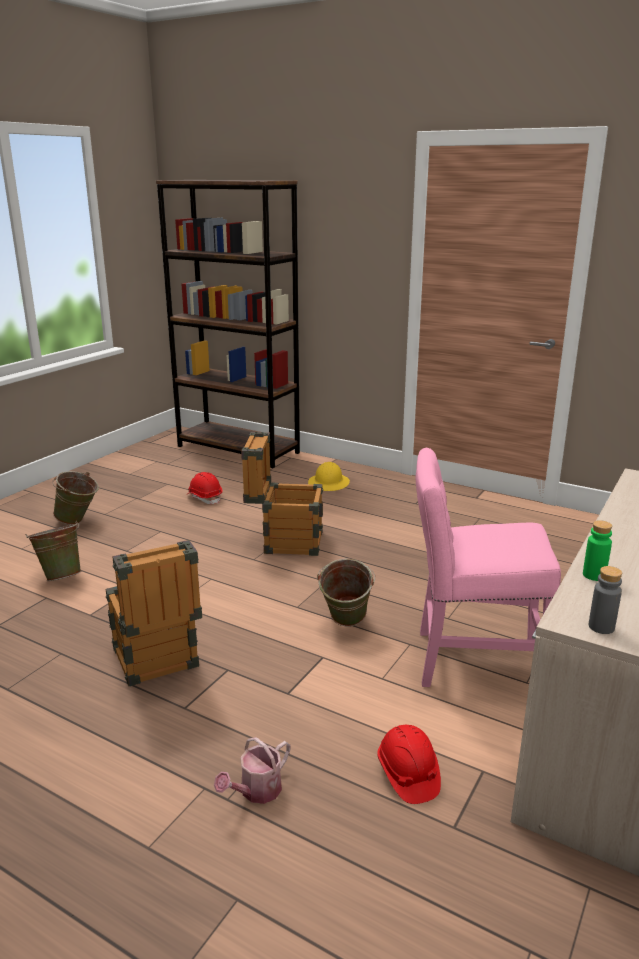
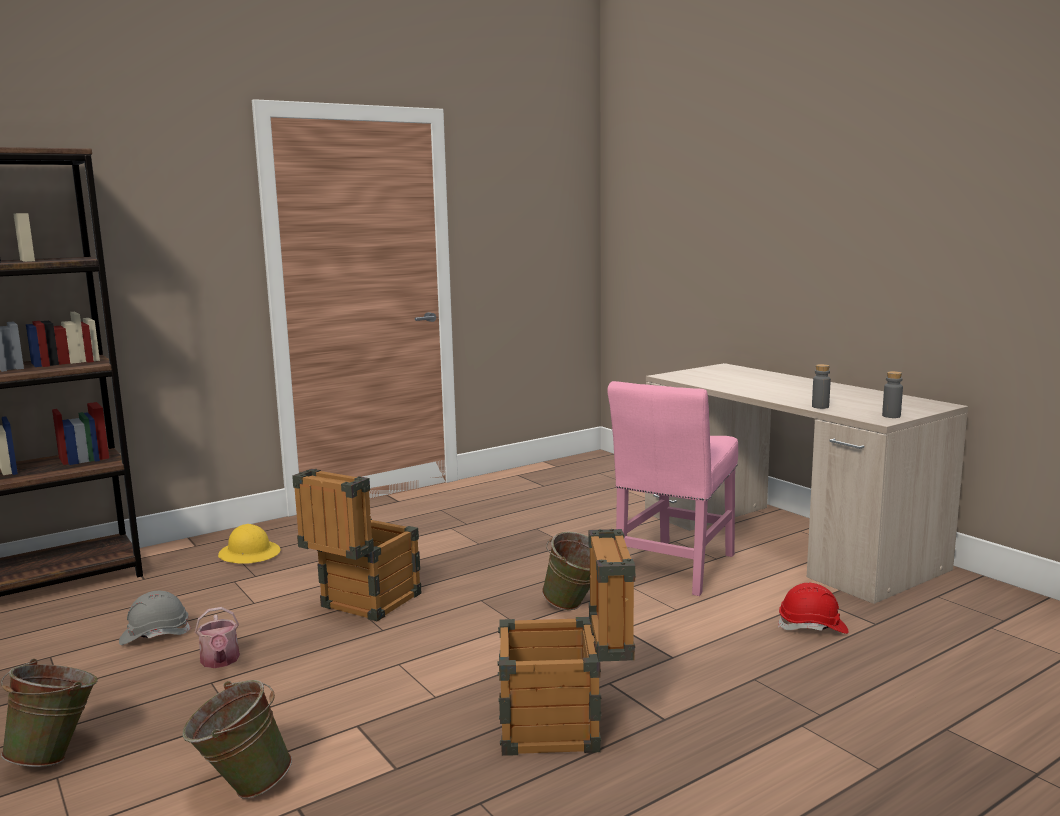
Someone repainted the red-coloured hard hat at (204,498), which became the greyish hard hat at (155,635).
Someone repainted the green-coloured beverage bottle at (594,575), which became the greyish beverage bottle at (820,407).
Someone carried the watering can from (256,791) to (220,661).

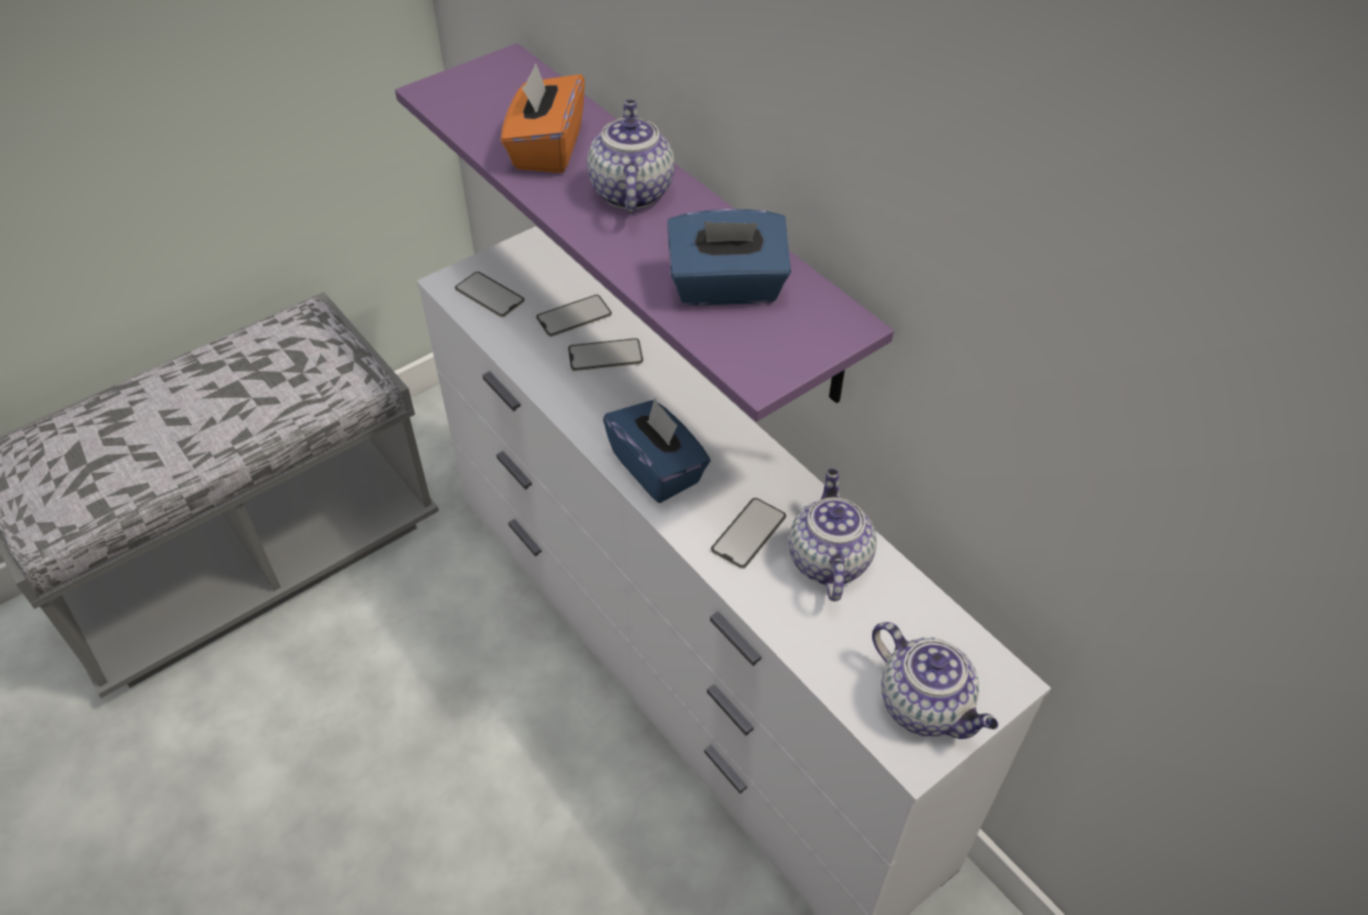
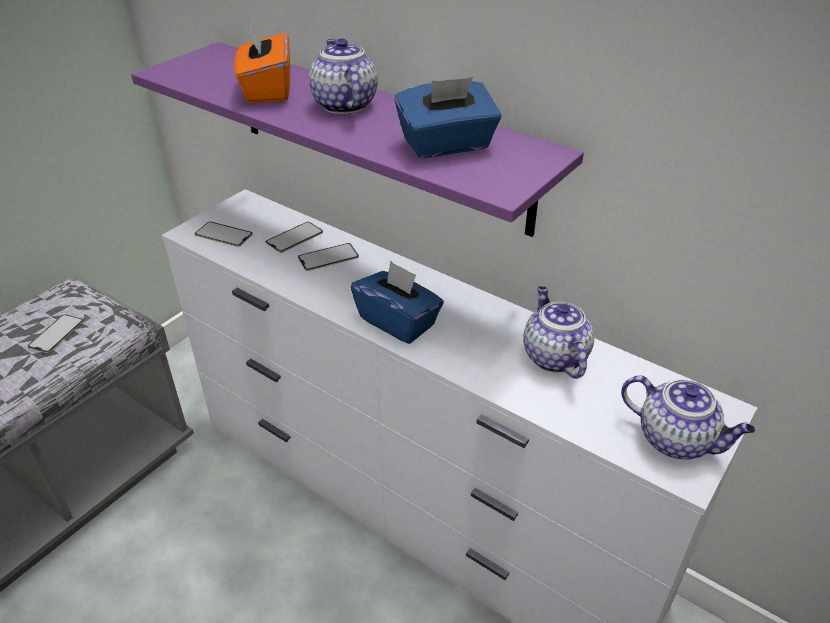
Someone carried the phone from (748,533) to (56,334).

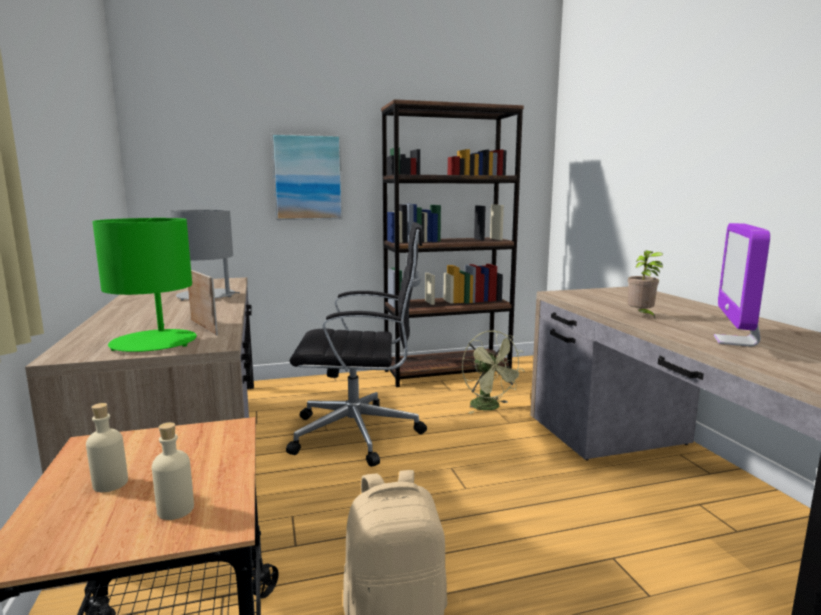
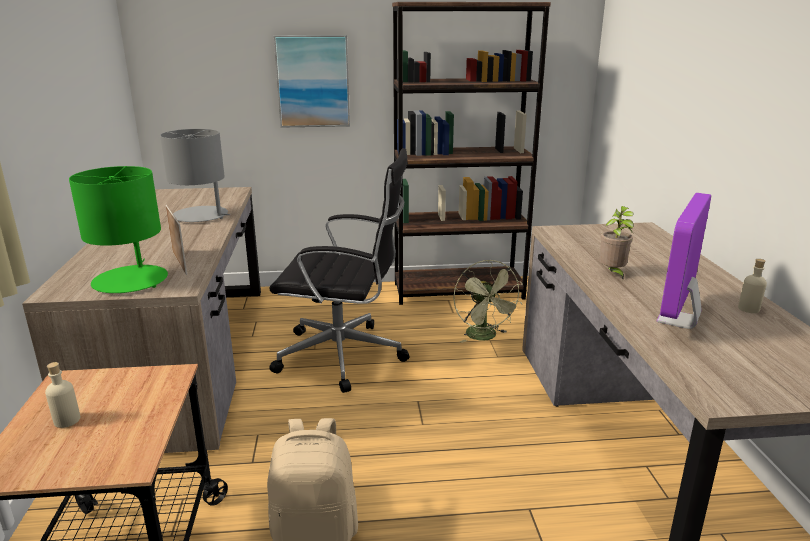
Someone carried the beige beverage bottle from (175,510) to (748,309).

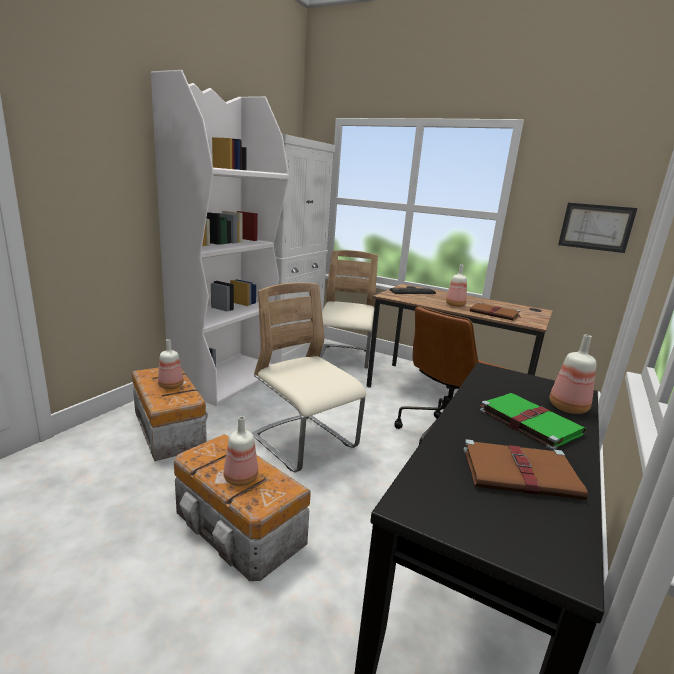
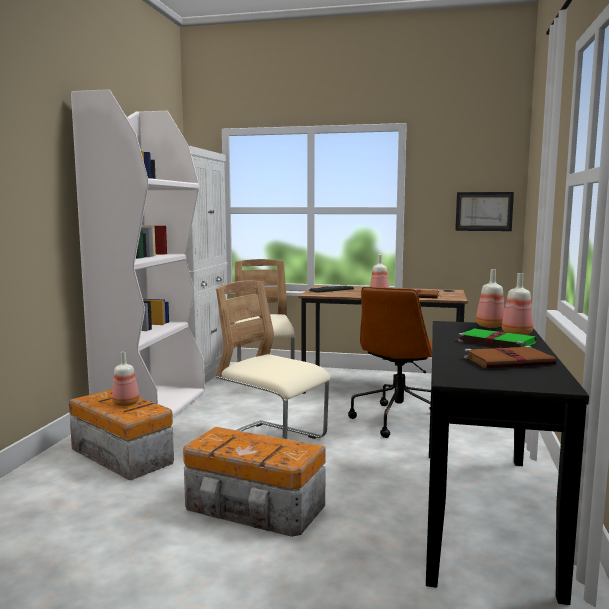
Someone carried the beverage bottle from (239,479) to (489,326).

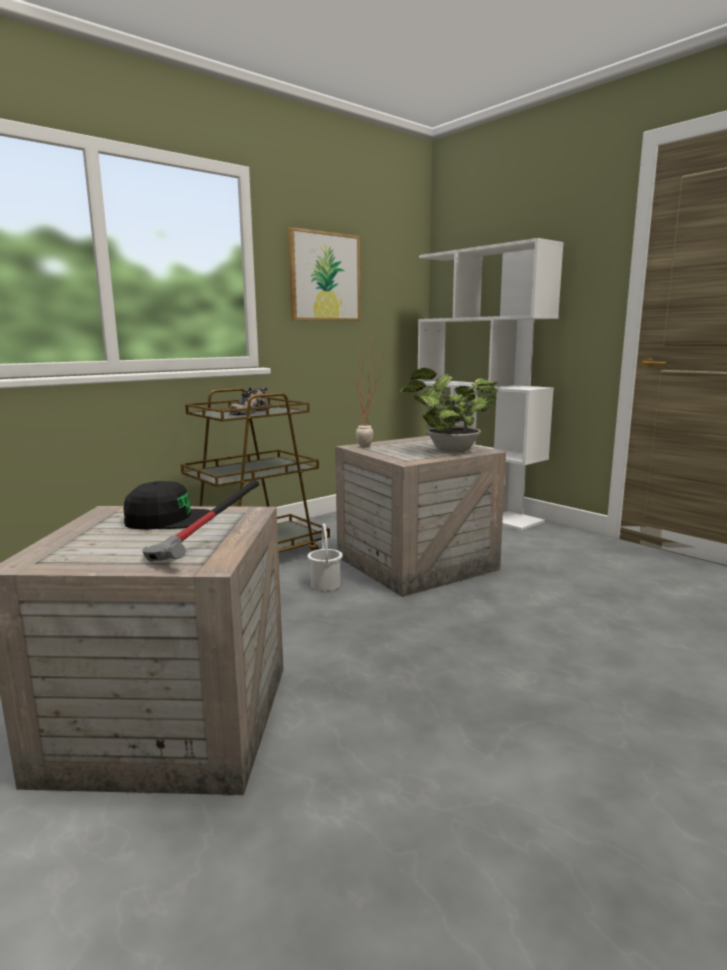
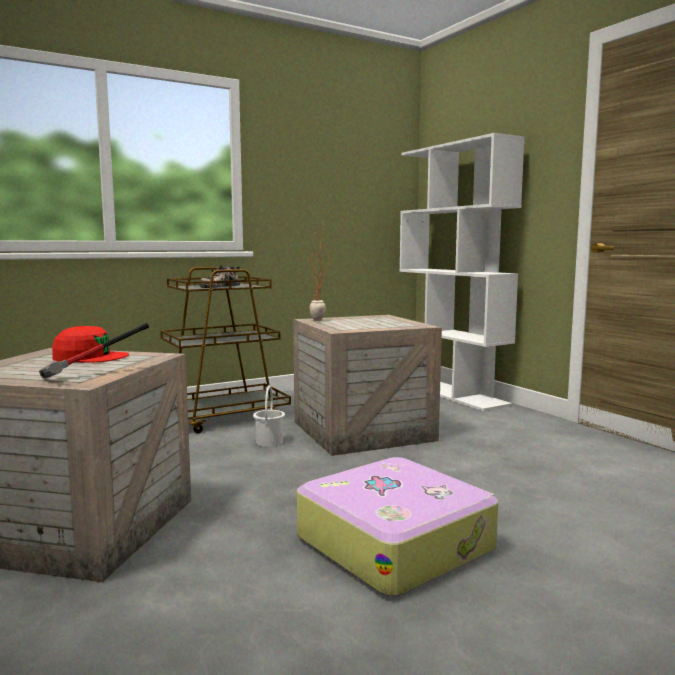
Someone took away the wall art at (324,277).
Someone took away the potted plant at (448,451).
Someone repainted the black baseball cap at (168,519), which became the red-coloured baseball cap at (90,357).
Someone put down the suitcase at (395,543).

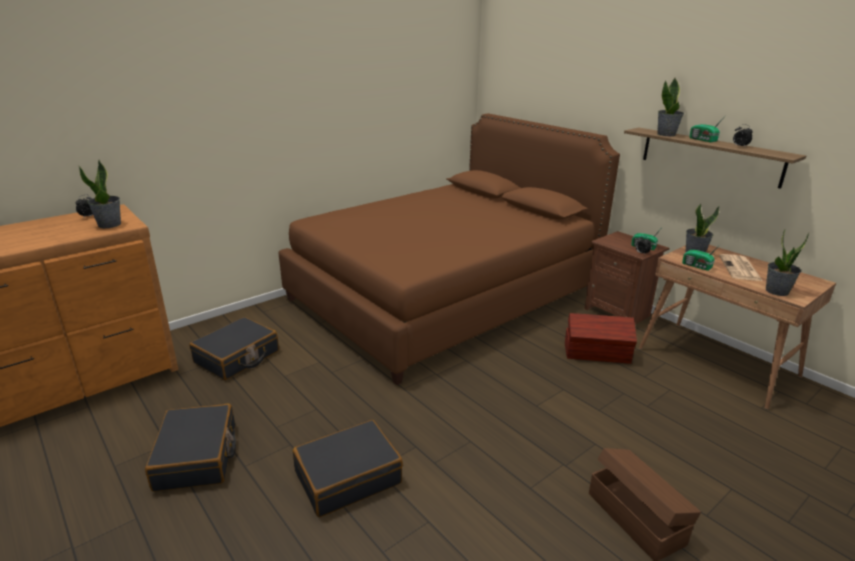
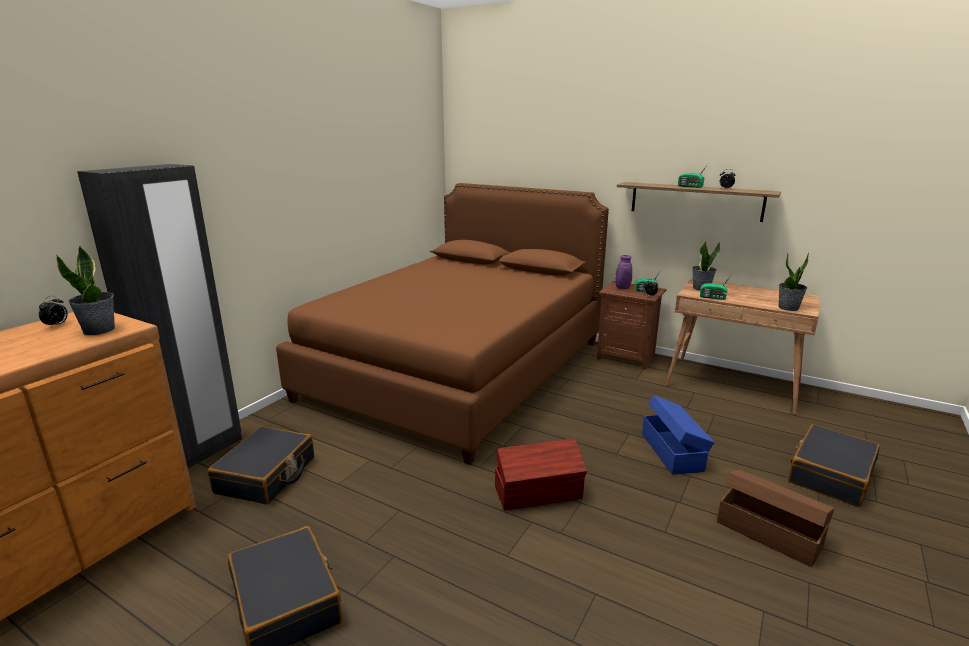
Someone took away the potted plant at (666,134).
Someone took away the daily paper at (740,269).
Someone carried the brownish storage container from (597,354) to (539,493).
Someone carried the black suitcase from (348,477) to (830,475).
Someone put down the black armoire at (199,453).
Someone put down the purplish flower vase at (621,288).
Someone put down the bluish storage container at (672,451).

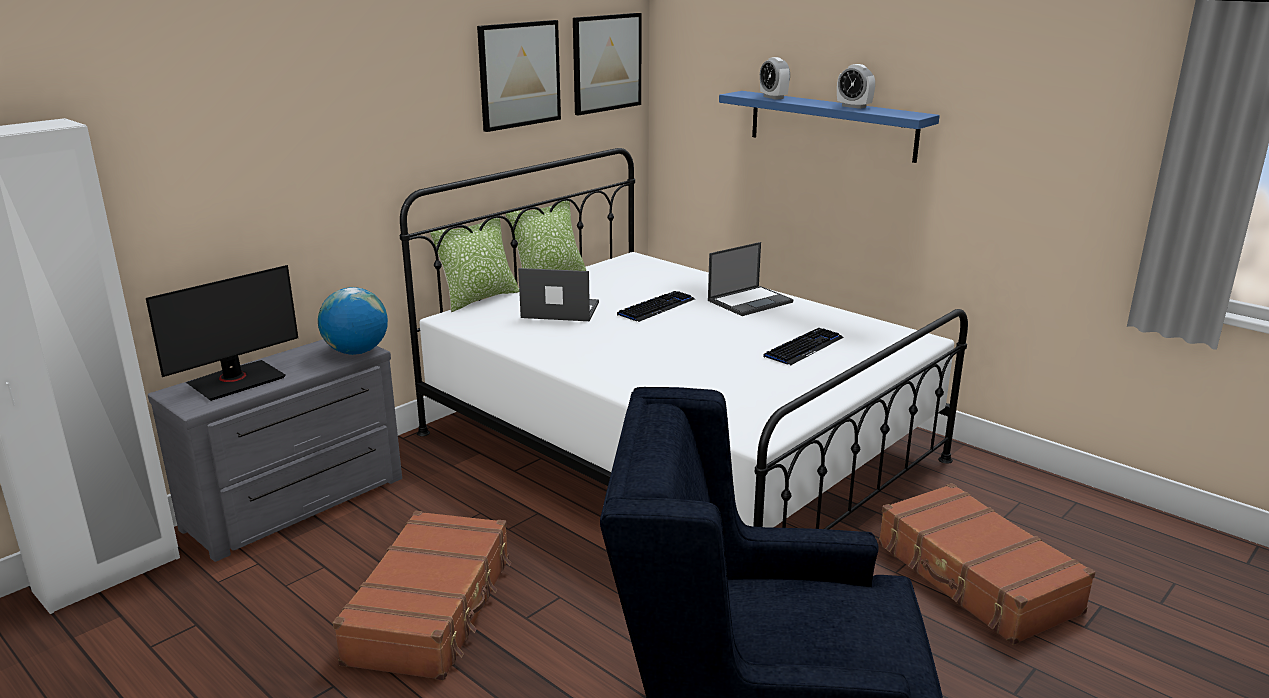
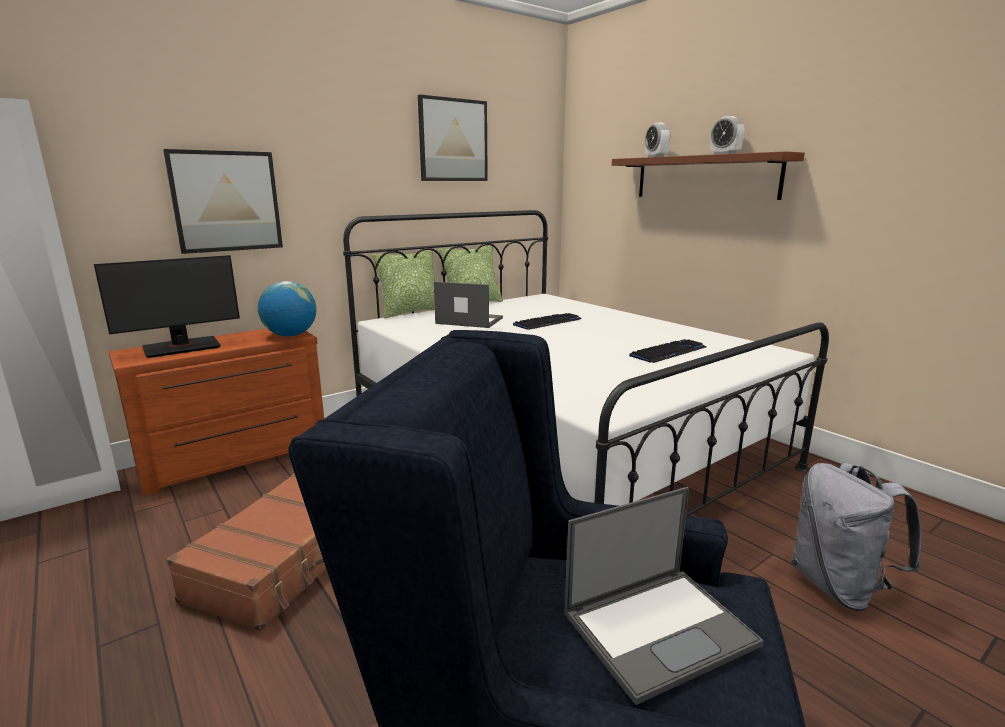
Someone carried the wall art from (606,63) to (226,201).
Someone repainted the bluish shelf at (831,125), which became the brownish shelf at (705,177).
Someone carried the notebook computer from (750,301) to (660,628).
Someone repainted the greyish chest of drawers at (298,505), which became the brownish chest of drawers at (237,458).
Someone swapped the brownish suitcase at (975,578) for the greyish backpack at (838,587).

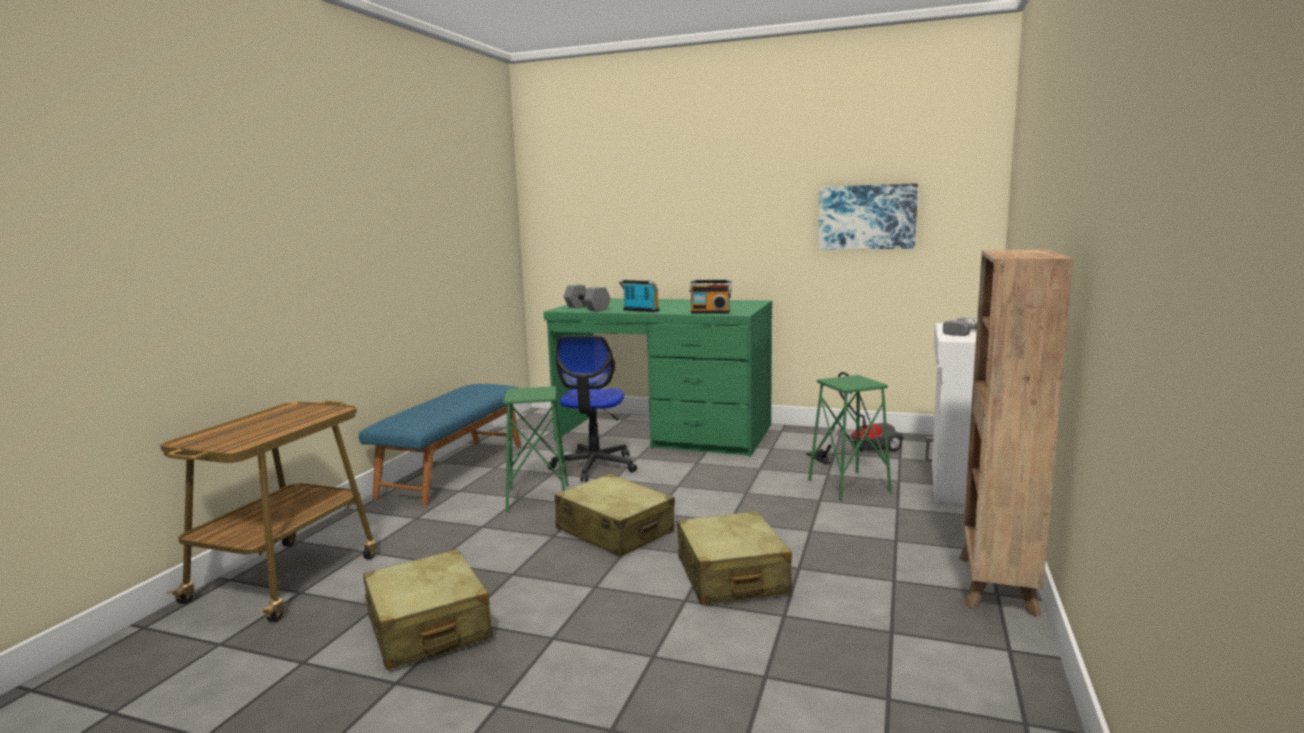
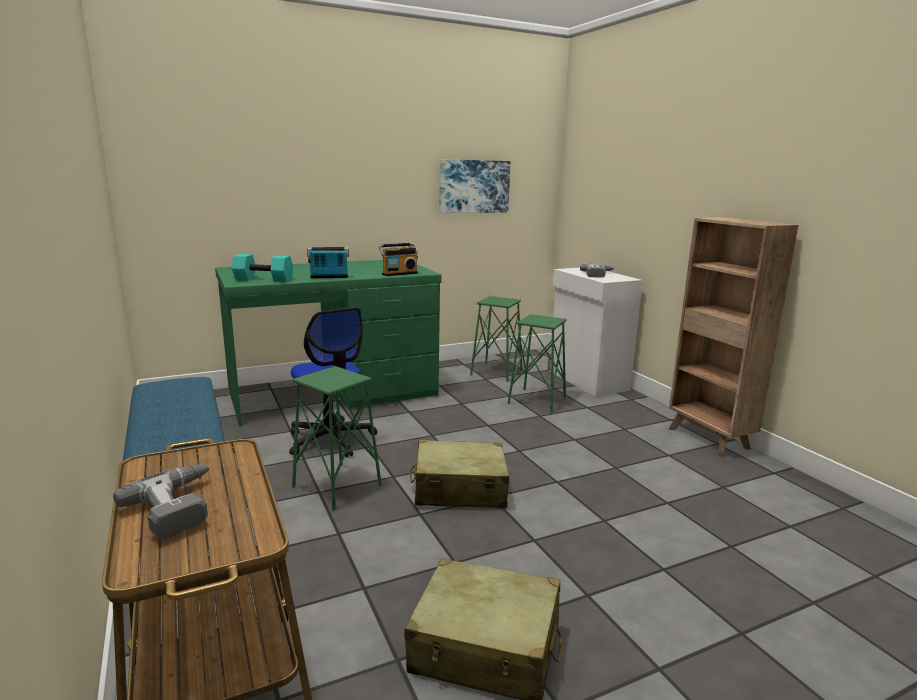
Someone repainted the greyish hand weight at (586,308), which became the turquoise hand weight at (263,279).
Someone swapped the vacuum at (860,450) for the green-coloured stool seat at (496,372).
Someone took away the beige suitcase at (731,576).
Someone put down the drill at (181,506).

